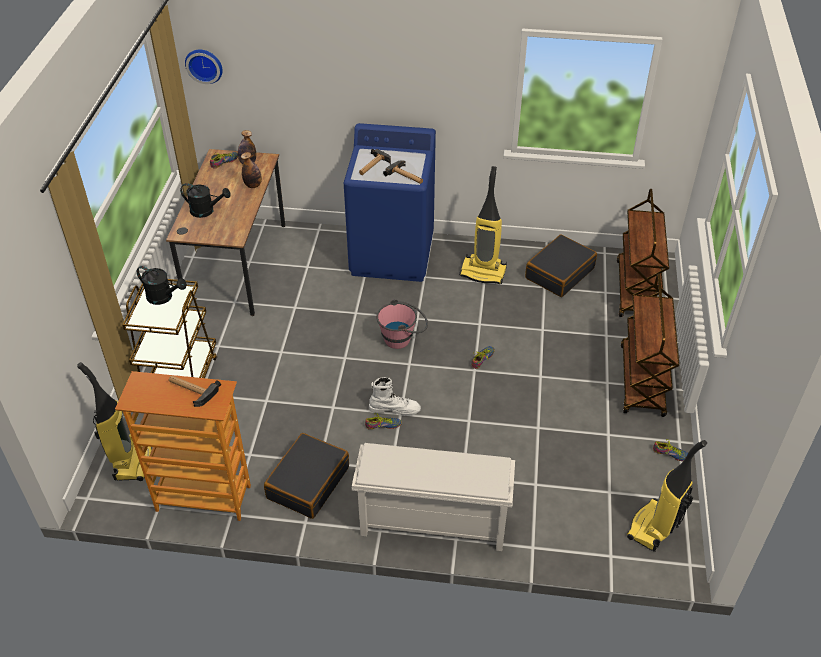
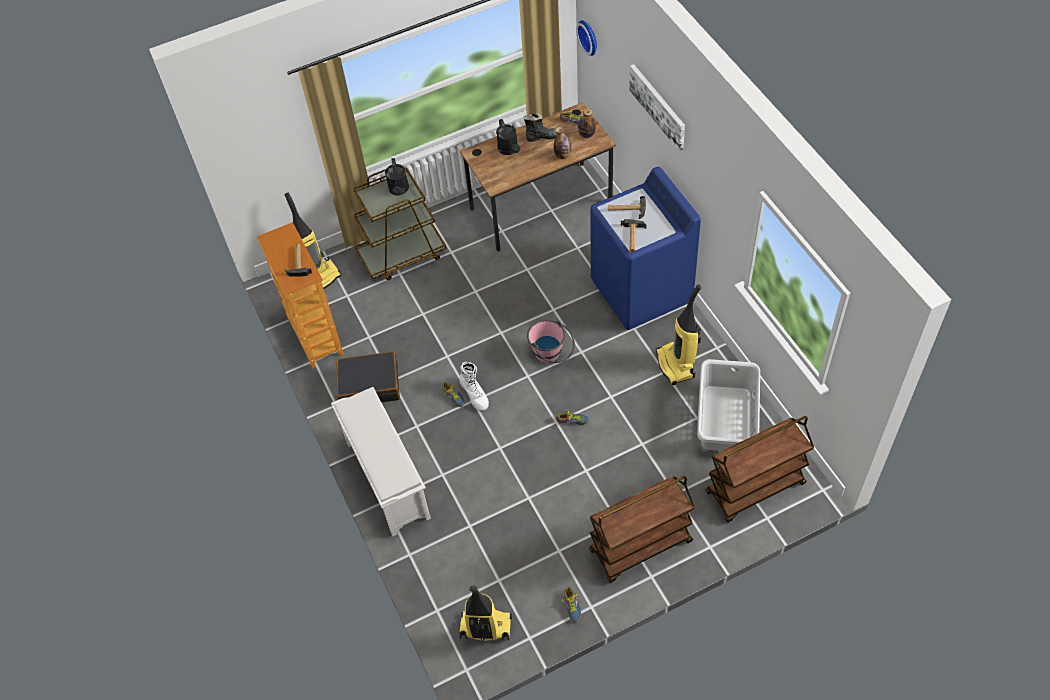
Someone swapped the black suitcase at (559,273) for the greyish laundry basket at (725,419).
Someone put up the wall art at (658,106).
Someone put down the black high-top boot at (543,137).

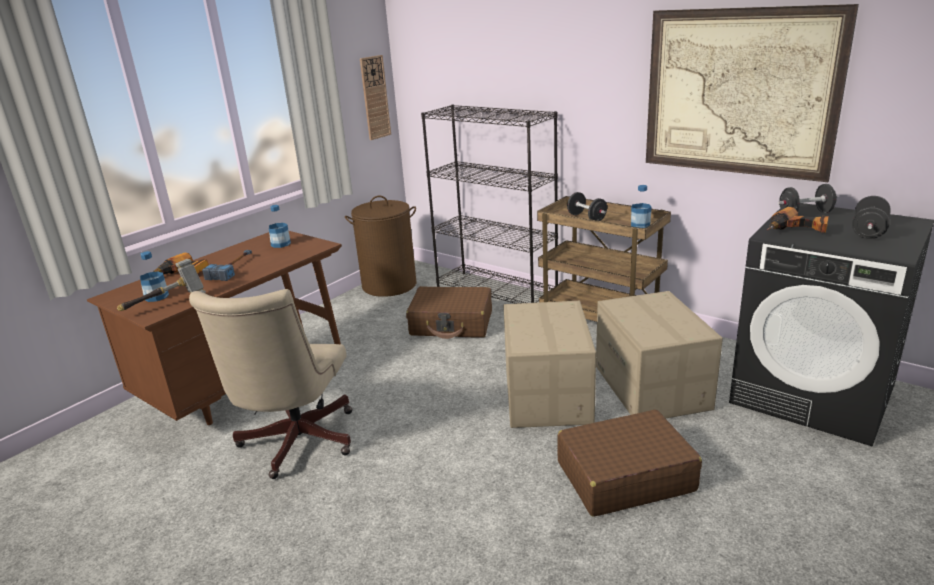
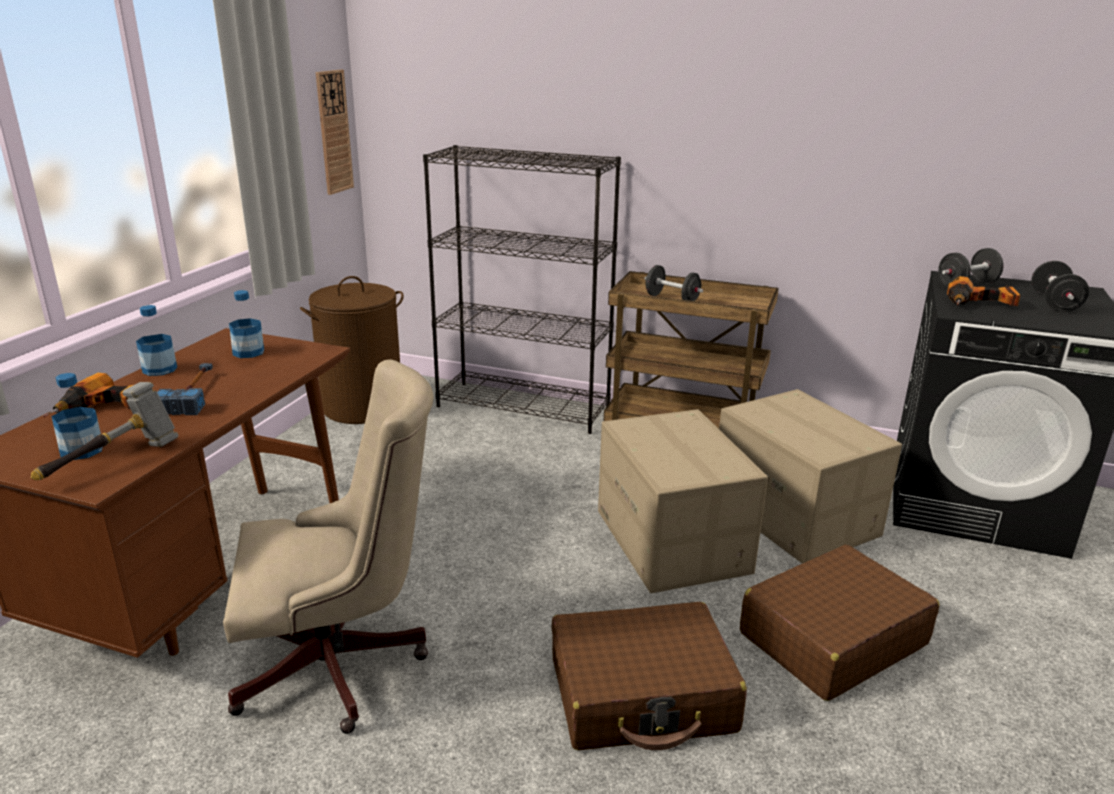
Someone took away the wall art at (739,93).
Someone carried the beverage bottle from (640,224) to (160,369).
Someone carried the brownish suitcase from (452,323) to (642,695).
Someone rotated the beige desk chair at (295,444) by 90 degrees counterclockwise.

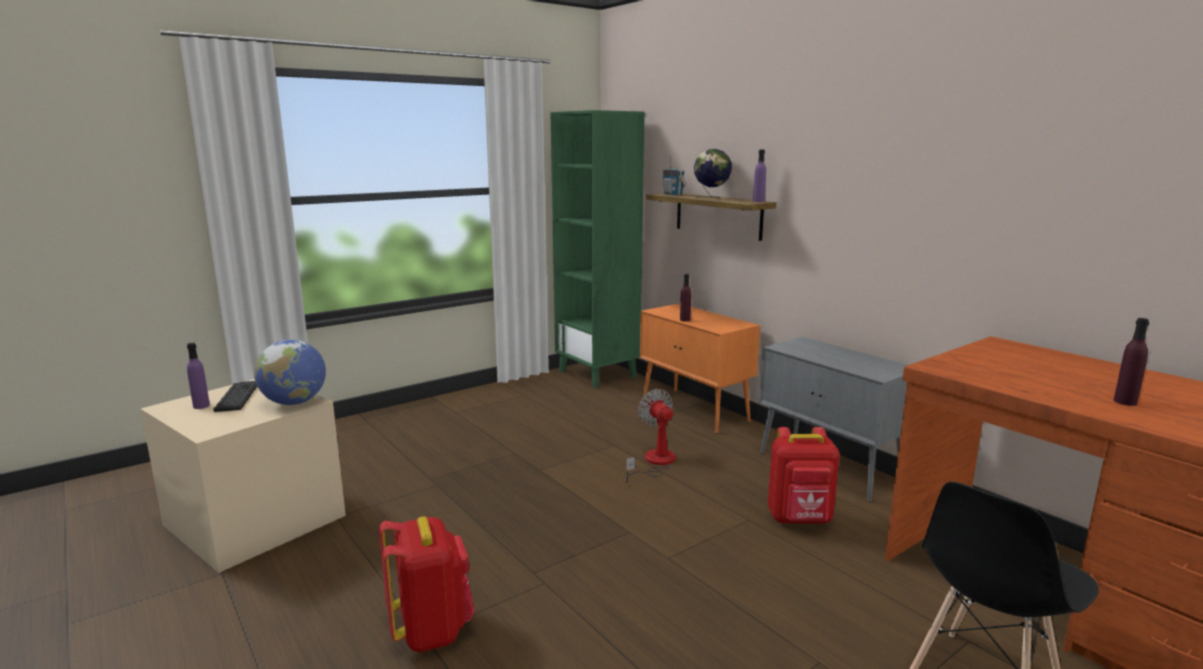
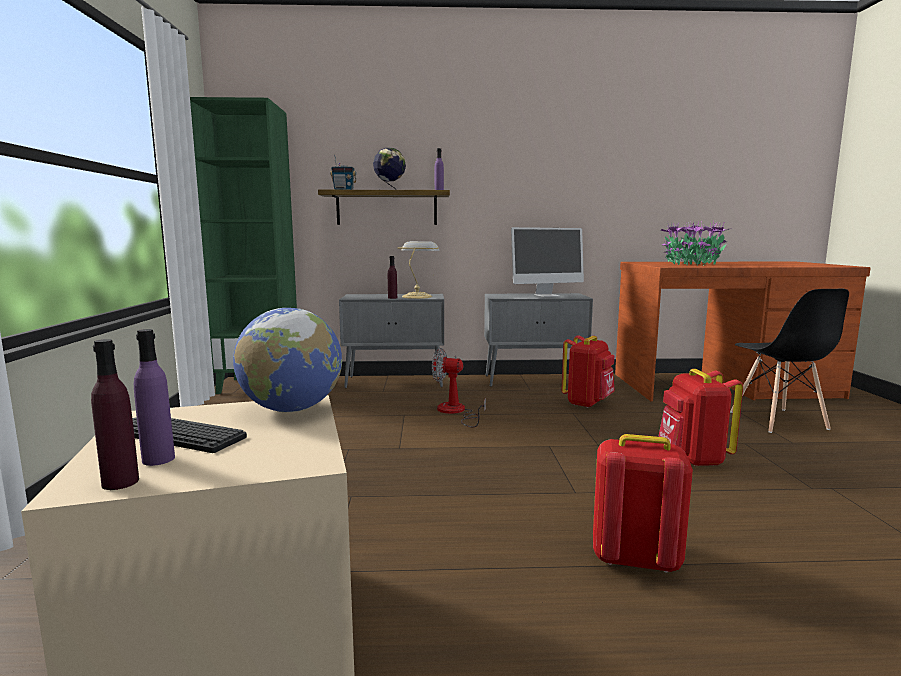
Someone repainted the orange storage cabinet at (695,411), which became the greyish storage cabinet at (396,382).
Someone carried the purplish beverage bottle from (1125,402) to (120,482).
Someone put down the potted plant at (691,264).
Someone put down the monitor at (547,295).
Someone put down the table lamp at (418,296).
Someone put down the red-coloured backpack at (693,458).

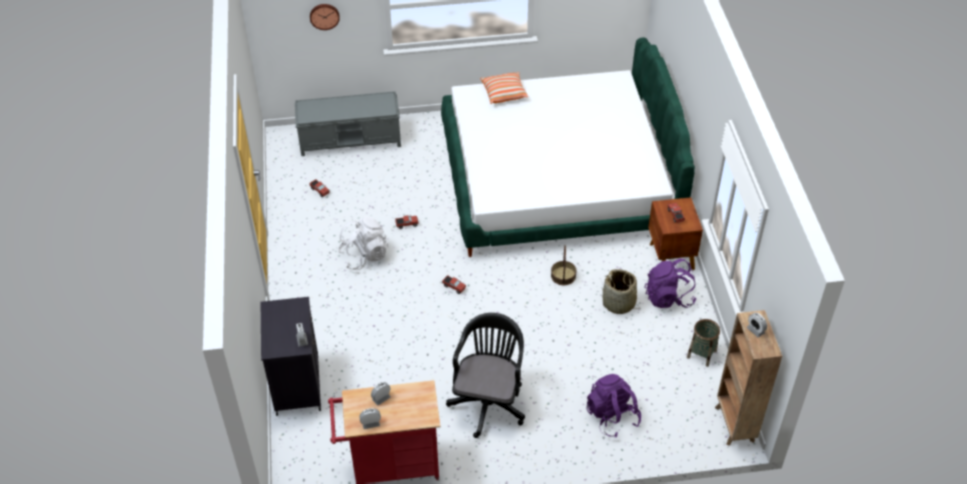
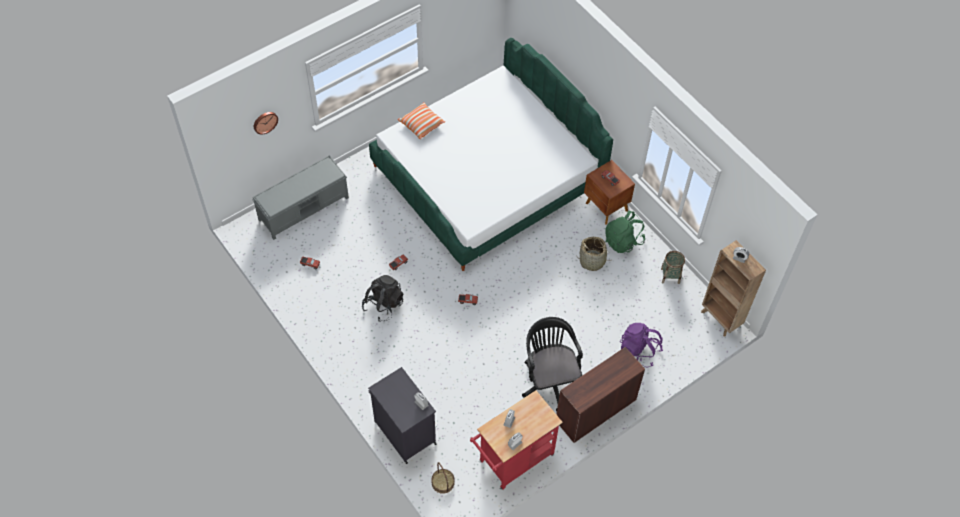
Someone repainted the white backpack at (364,256), which became the black backpack at (383,305).
Someone carried the household basket from (563,276) to (443,482).
Someone repainted the purplish backpack at (668,297), which became the green-coloured backpack at (623,241).
Someone put down the brownish desk table at (595,409).

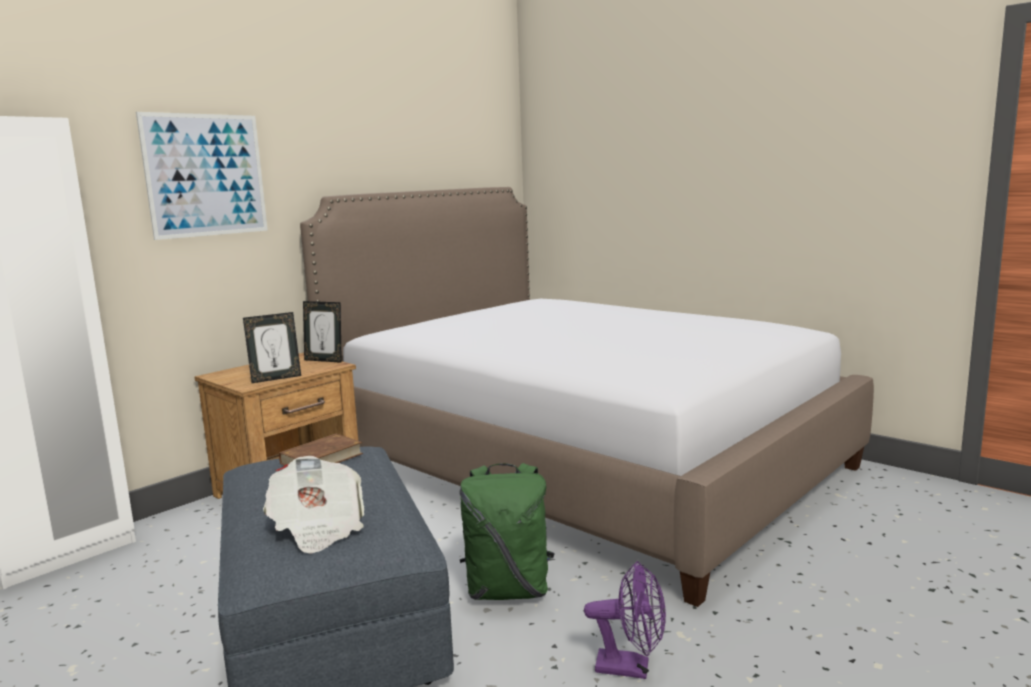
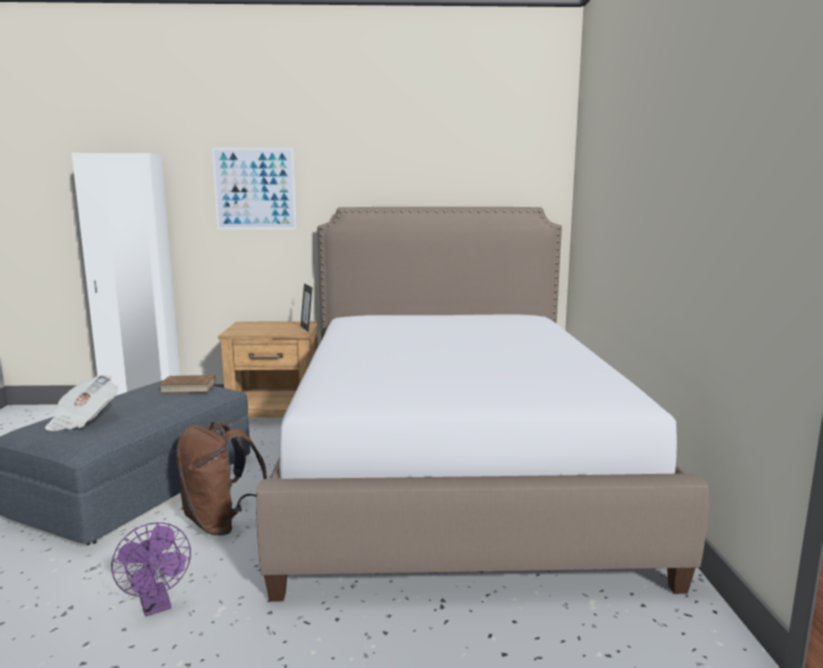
Someone took away the photo frame at (276,378).
Someone repainted the green-coloured backpack at (508,590), which became the brownish backpack at (221,523).

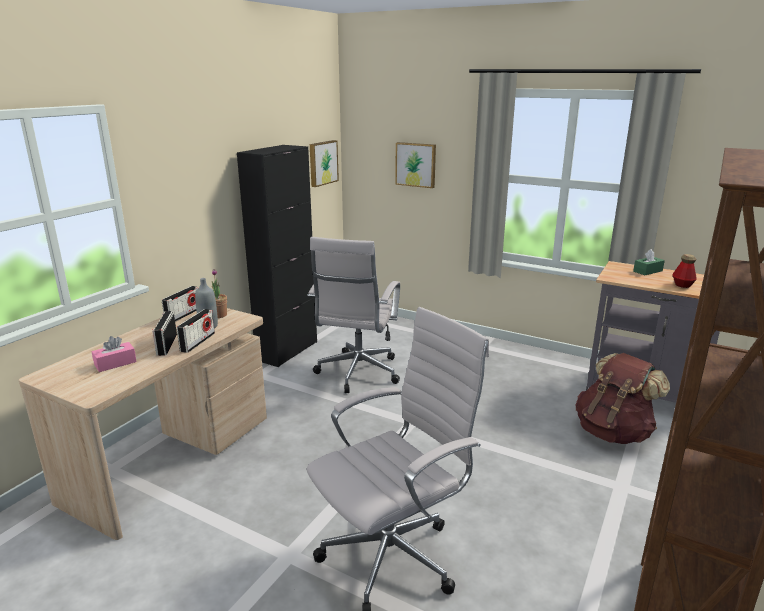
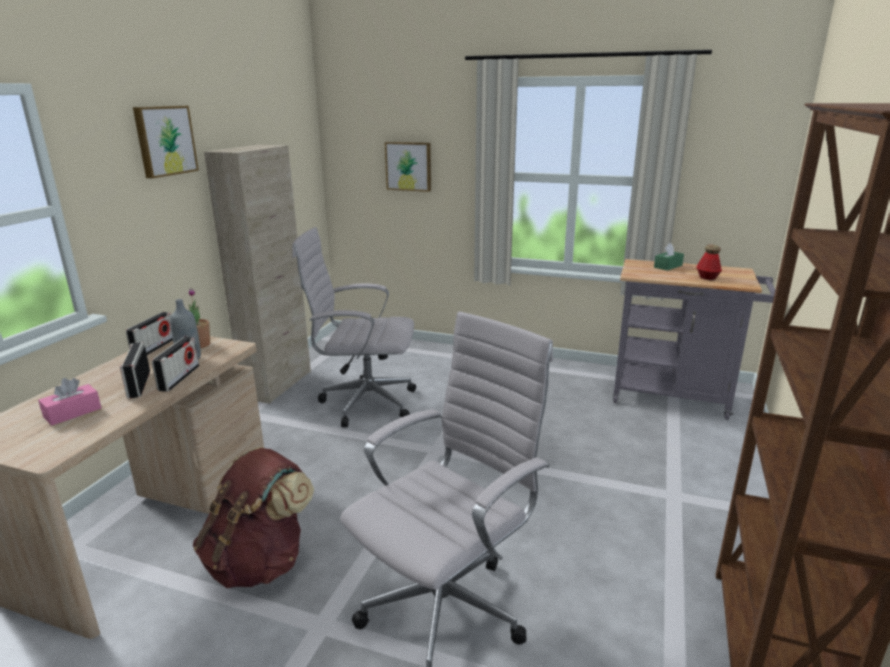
Someone carried the wall art from (322,163) to (164,140).
Someone repainted the black storage cabinet at (287,351), which became the beige storage cabinet at (277,384).
Someone rotated the white desk chair at (357,374) by 90 degrees clockwise.
Someone carried the brownish backpack from (613,432) to (260,562).

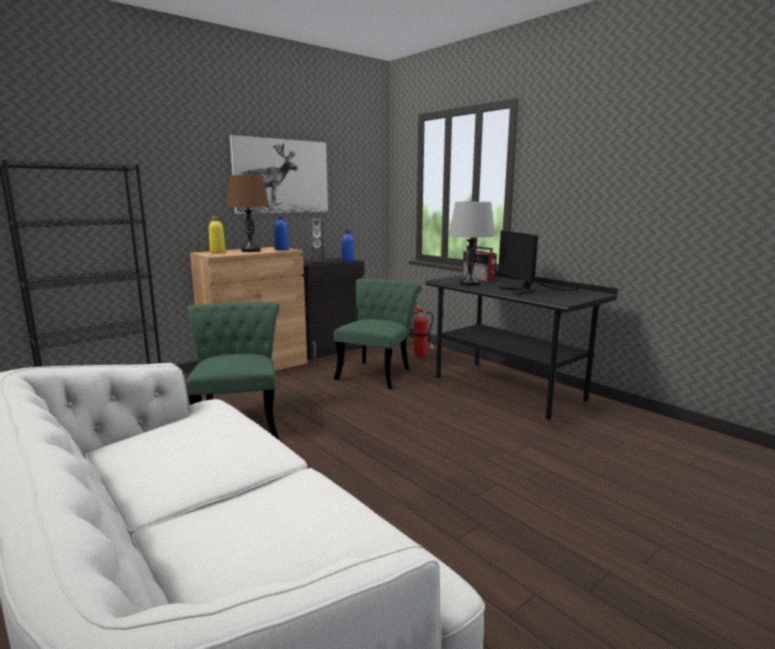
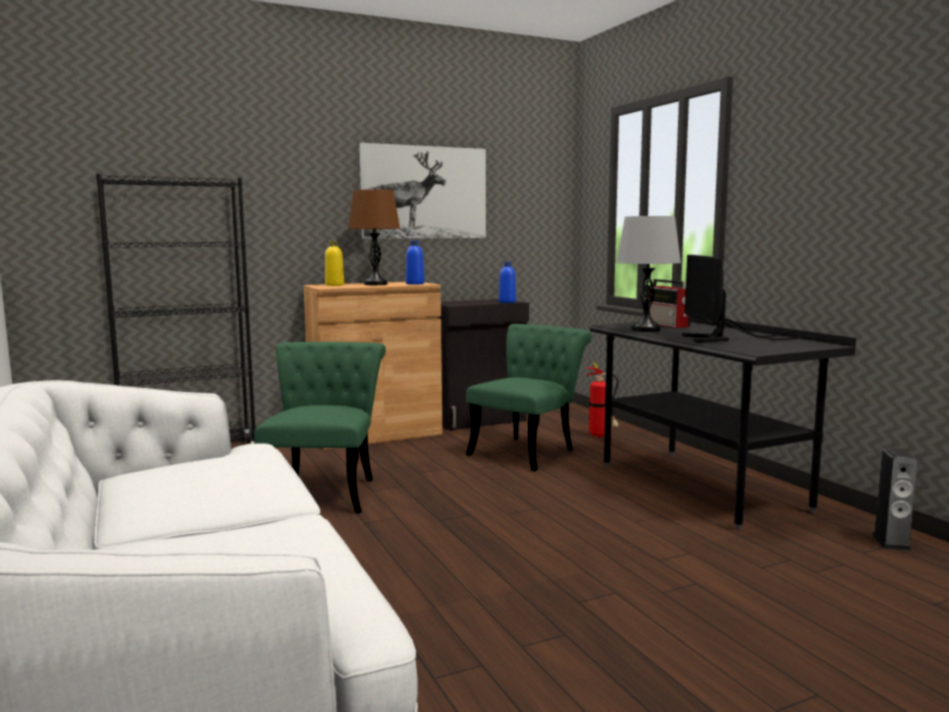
Someone carried the audio speaker from (318,262) to (891,542).

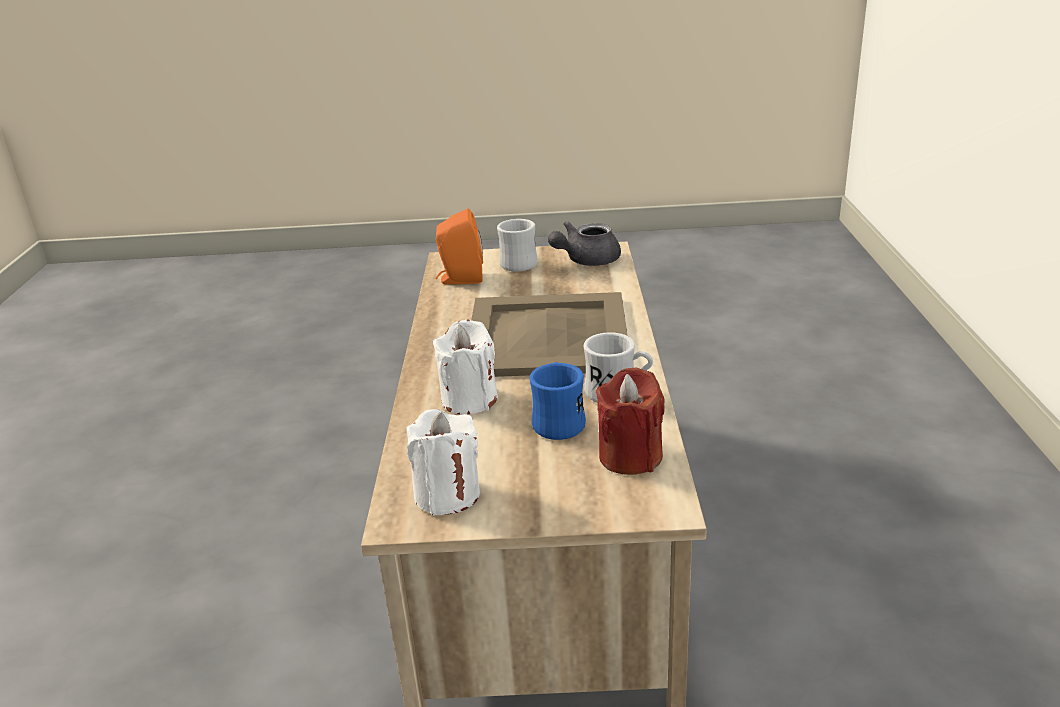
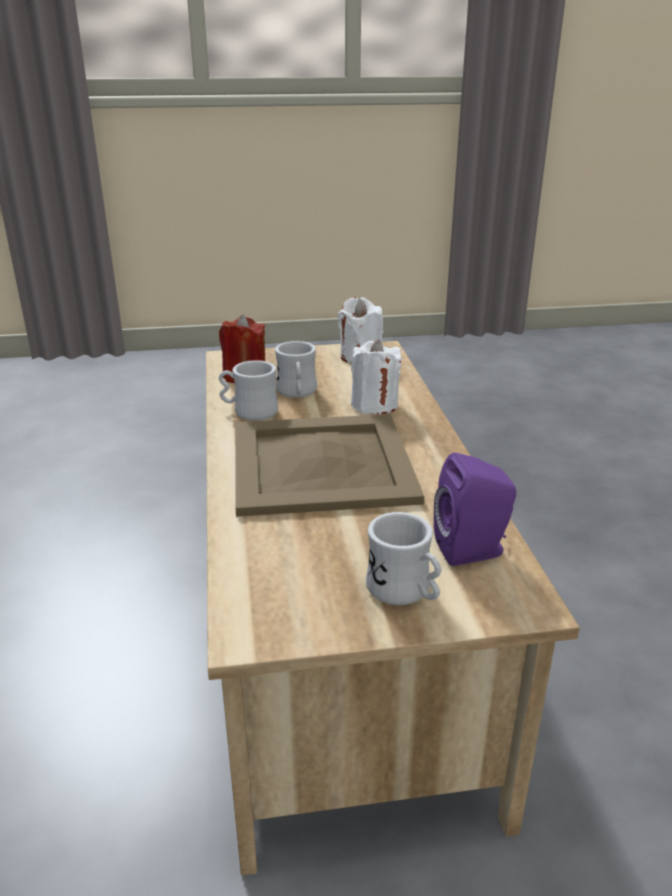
Someone repainted the orange audio speaker at (460,279), which became the purplish audio speaker at (473,550).
Someone took away the greyish pot for tea at (586,261).
Someone repainted the bluish coffee mug at (558,421), which became the white coffee mug at (297,393).

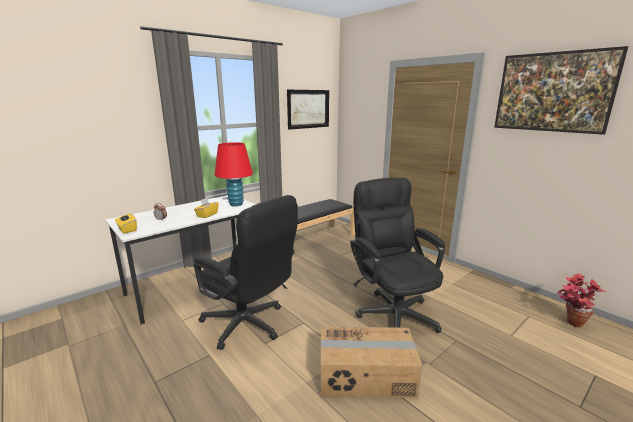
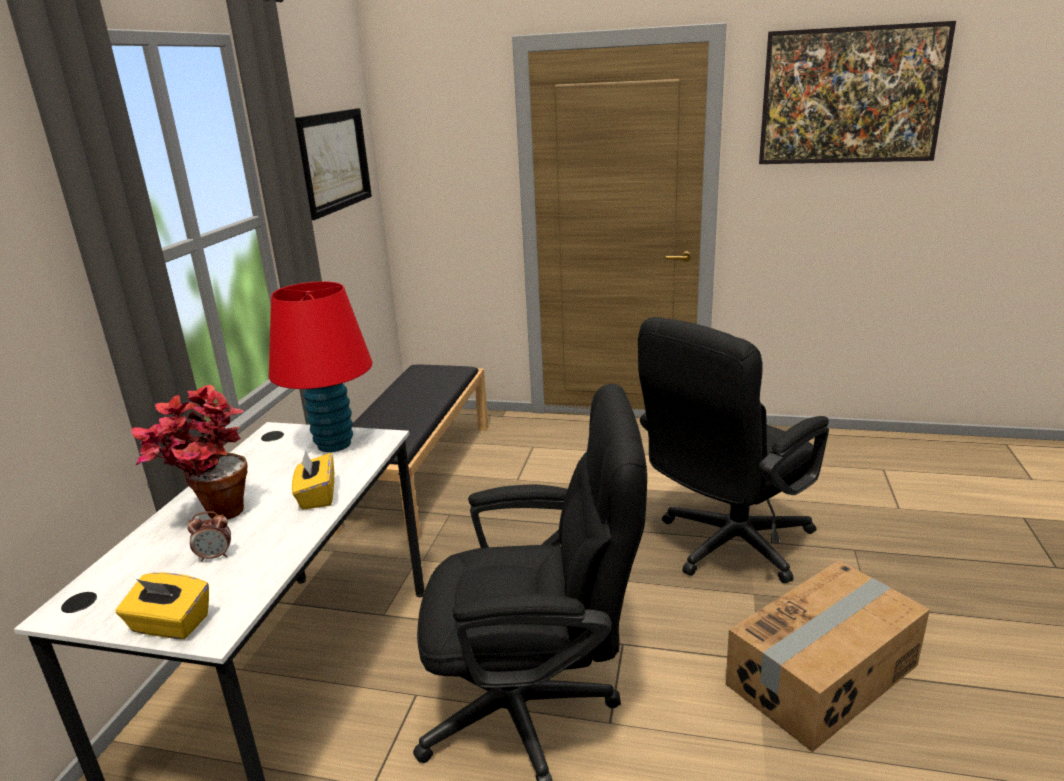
Someone rotated the black desk chair at (392,311) by 75 degrees counterclockwise.
Someone carried the potted plant from (569,323) to (212,517).

